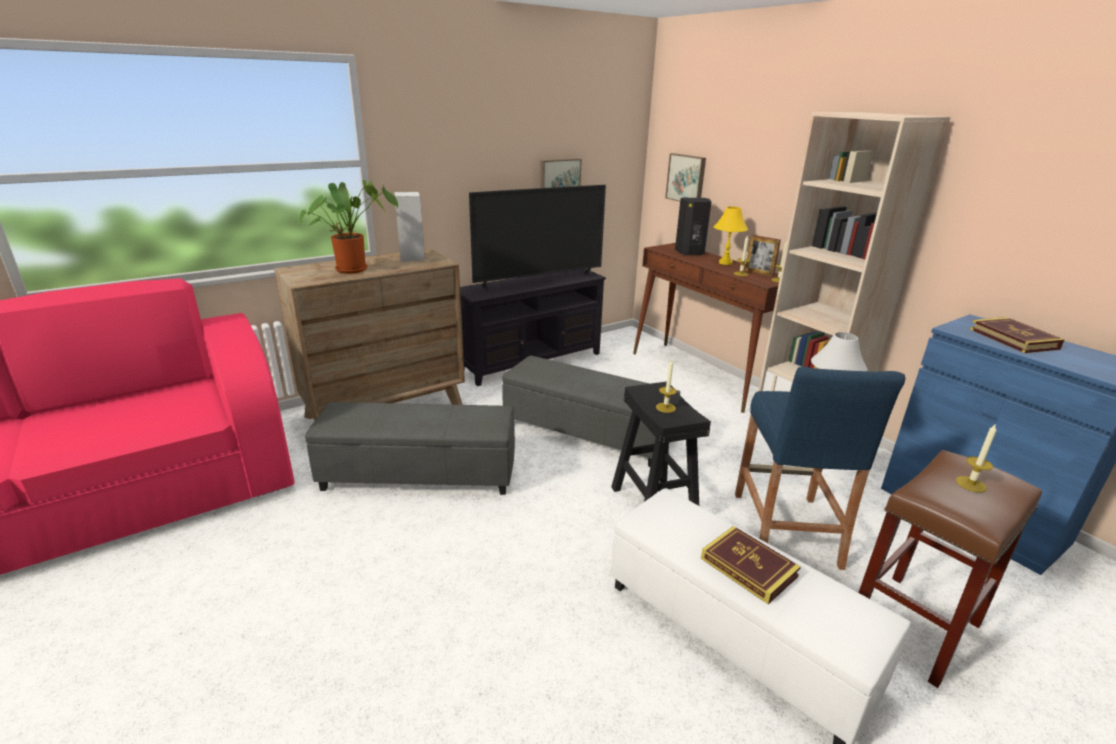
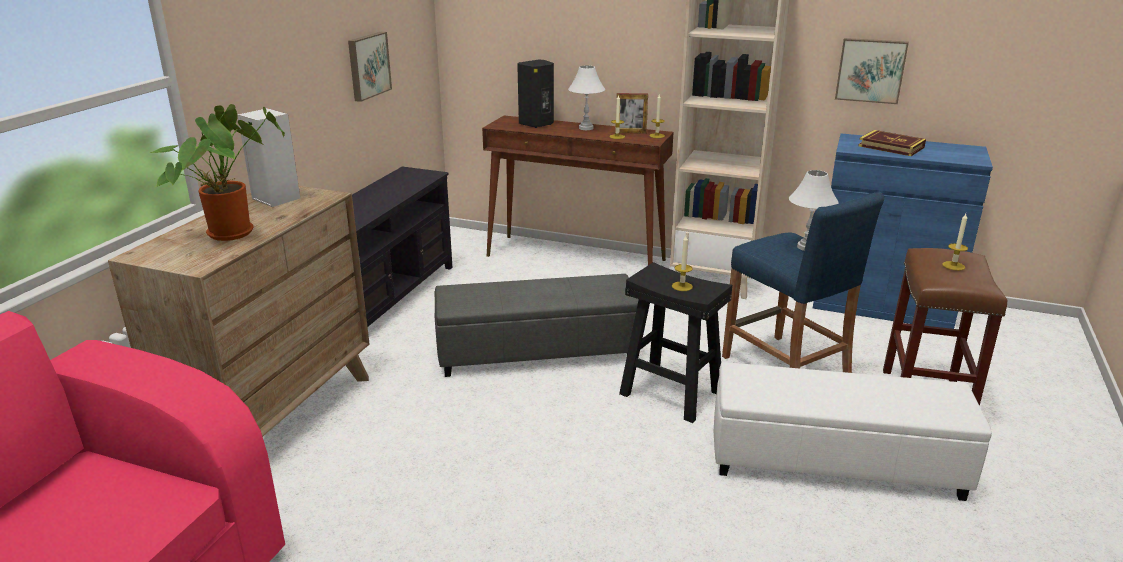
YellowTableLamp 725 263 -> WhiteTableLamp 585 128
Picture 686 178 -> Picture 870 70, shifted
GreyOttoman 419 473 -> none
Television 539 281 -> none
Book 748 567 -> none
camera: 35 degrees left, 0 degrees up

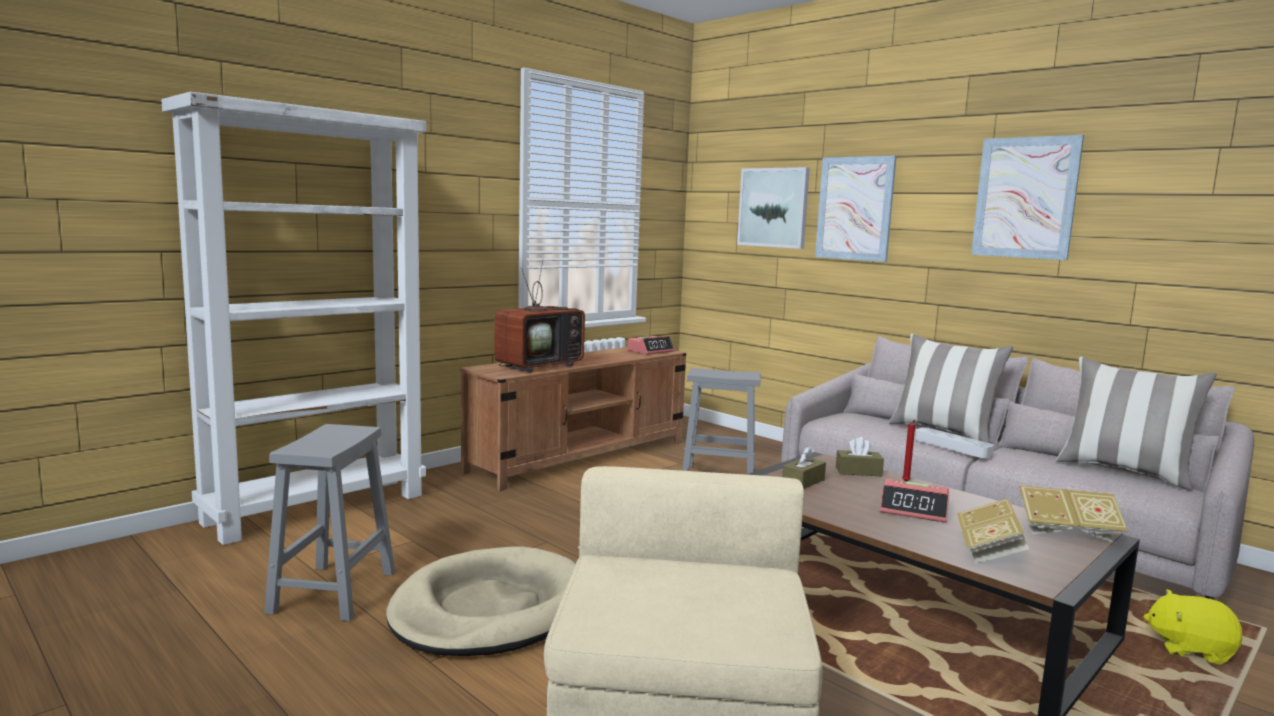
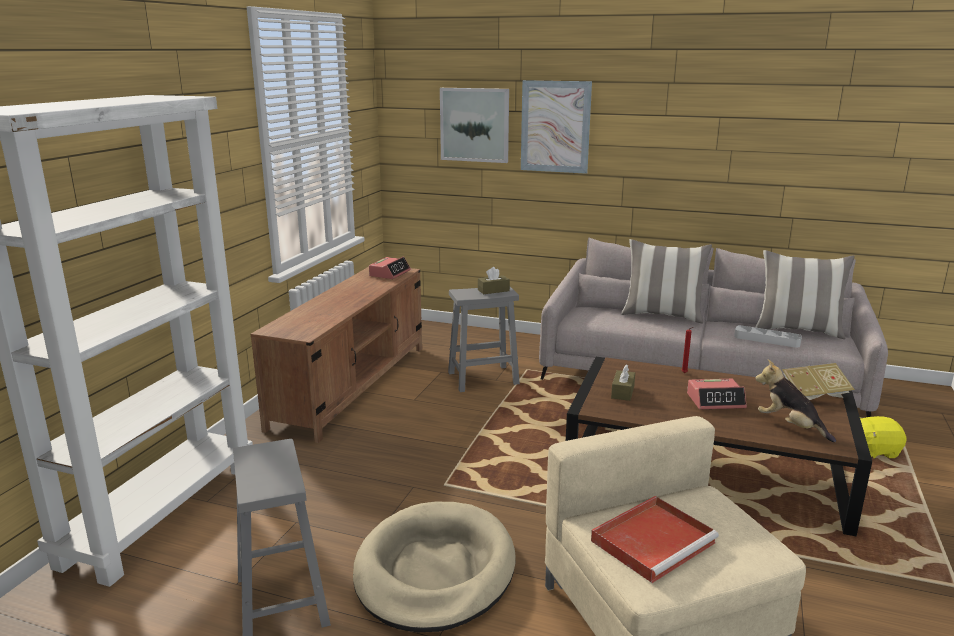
BrownTissueBox 858 471 -> BrownTissueBox 493 290, shifted
none -> RedTray 654 540
GreyTray 952 447 -> GreyTray 767 340, shifted
Book 988 550 -> PlushToy 790 426
Television 540 365 -> none
Picture 1025 198 -> none
camera: 25 degrees left, 10 degrees up

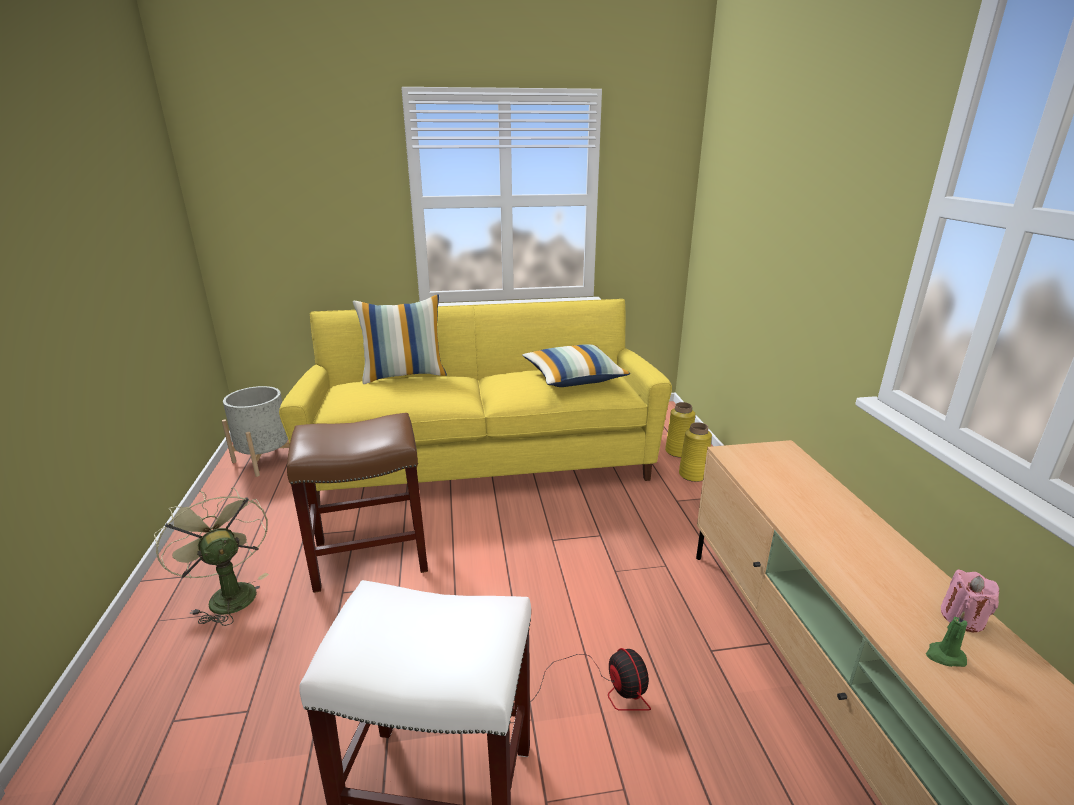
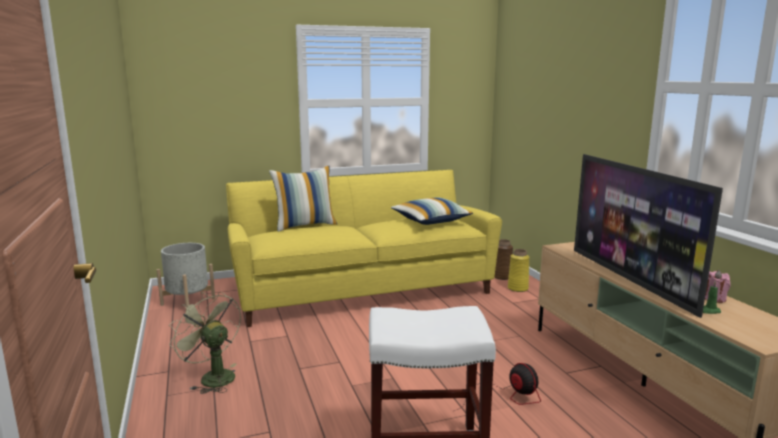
YellowVase 678 451 -> BrownVase 502 276
none -> Television 631 279
BrownStool 371 555 -> none
camera: 10 degrees left, 10 degrees down

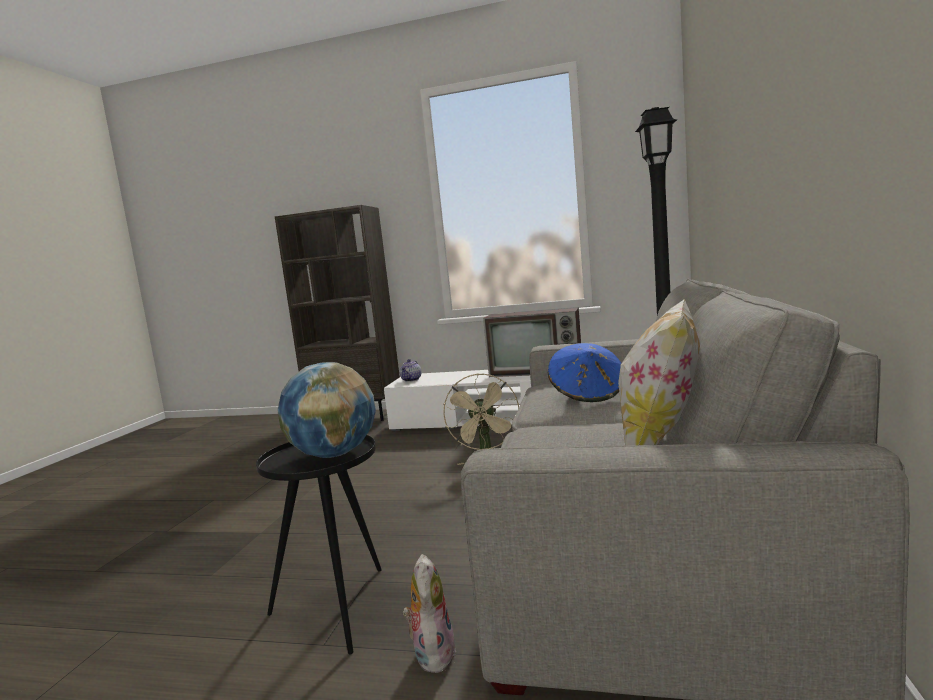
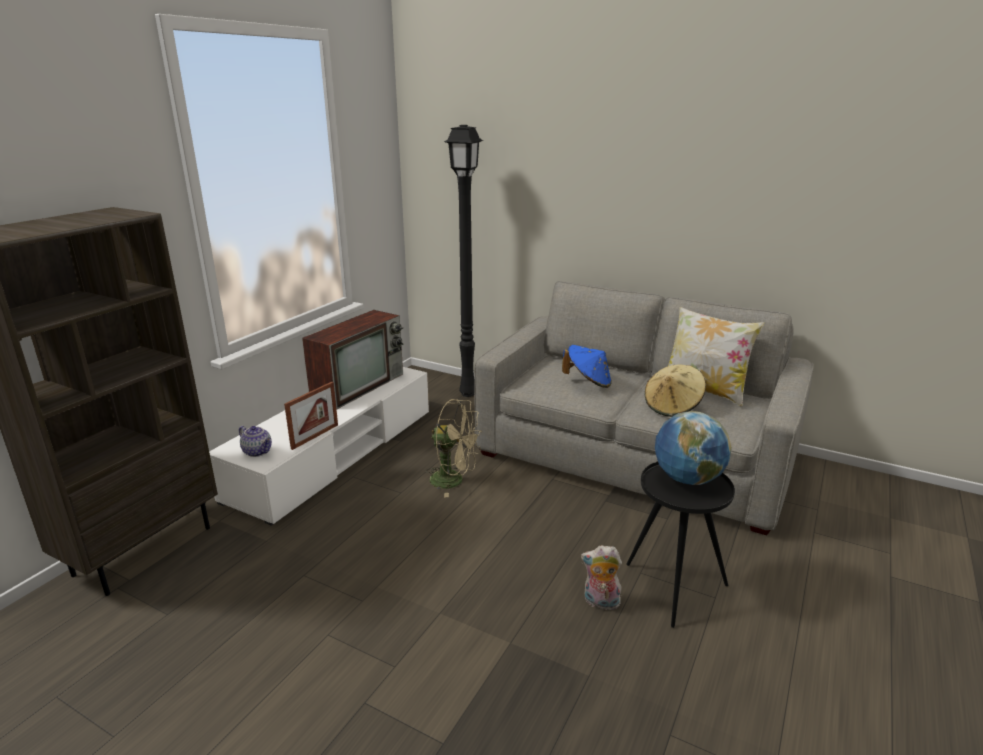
none -> PictureFrame 315 436
PlushToy 432 653 -> PlushToy 600 603, shifted
none -> BeigeHat 673 407
camera: 75 degrees left, 15 degrees up

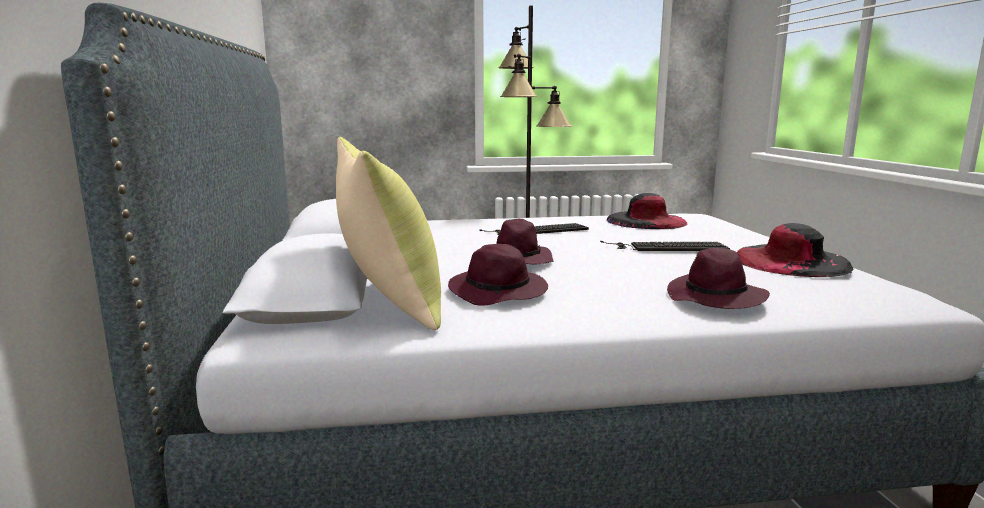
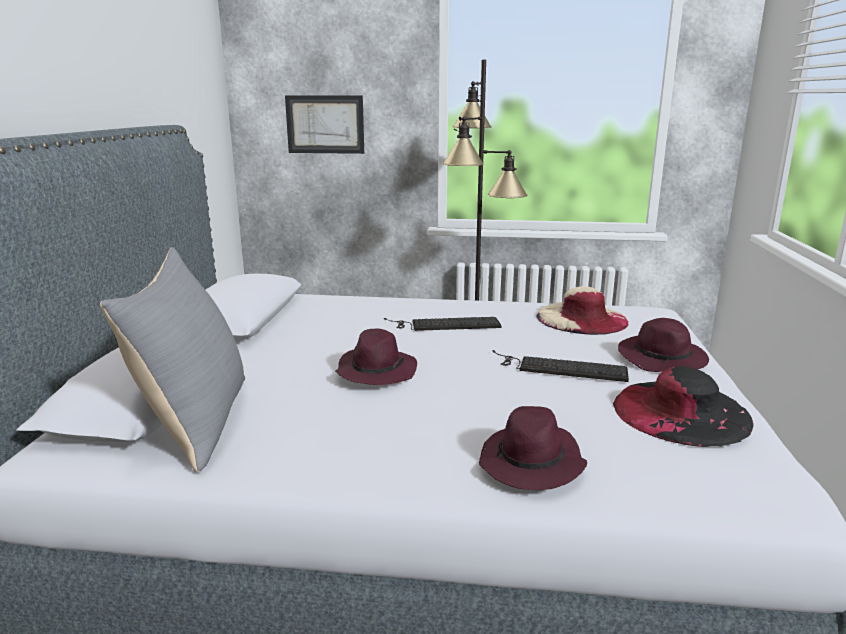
YellowPillow 388 302 -> GreyPillow 197 422
none -> Picture 325 124
BlackHat 646 221 -> BeigeHat 581 318
PurpleHat 499 292 -> PurpleHat 663 359, shifted
camera: 15 degrees right, 5 degrees up

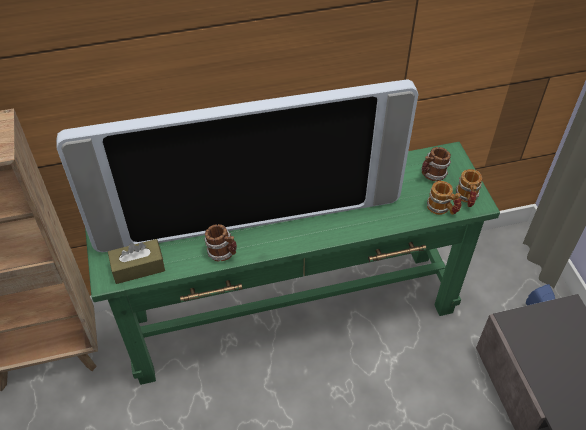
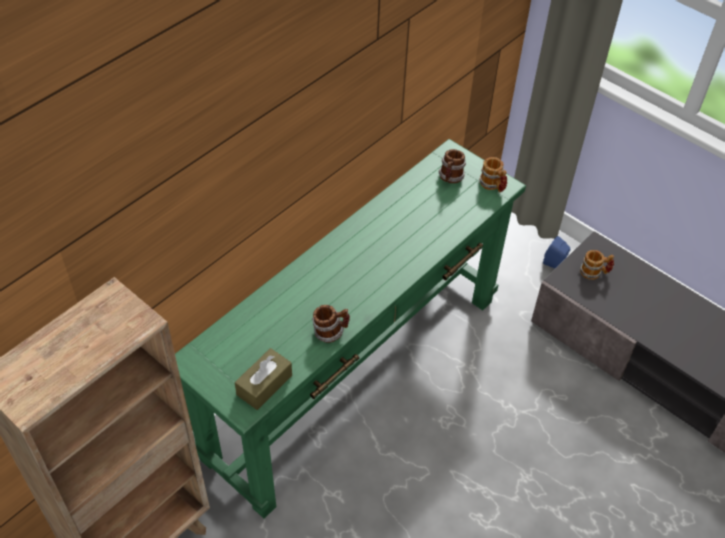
Mug 442 209 -> Mug 594 272, shifted
Television 249 215 -> none
camera: 35 degrees left, 0 degrees up

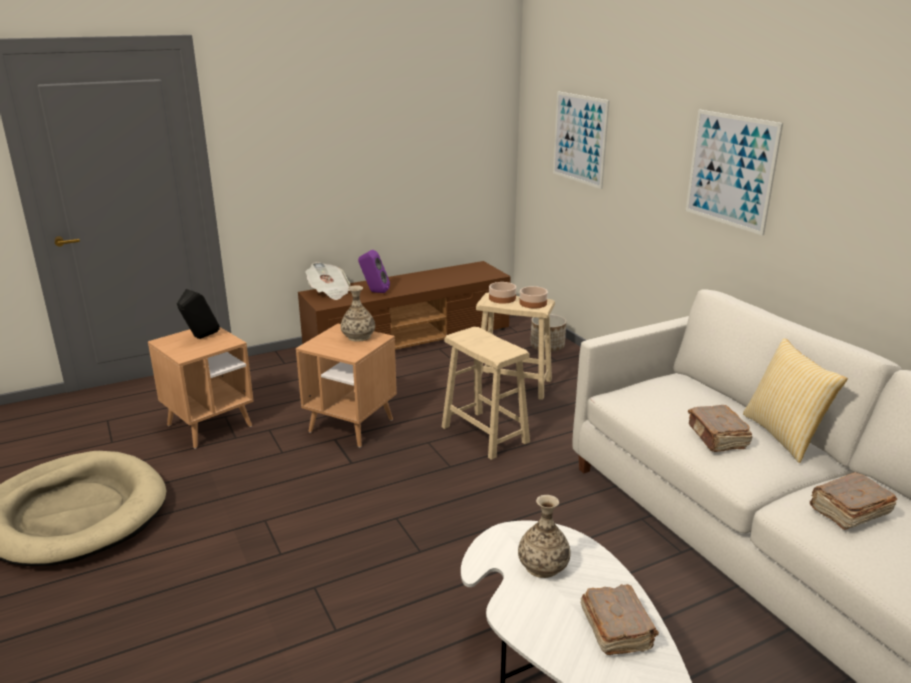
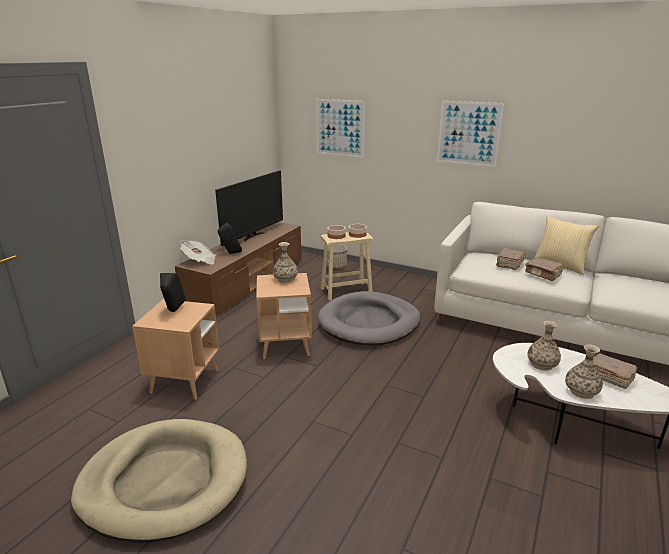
none -> Television 253 236
PurpleSpeaker 374 292 -> BlackSpeaker 231 253
BeigeStool 485 434 -> GreyDogBed 369 322
BrownBook 848 511 -> BrownBook 509 264, shifted
none -> Vase 581 391
camera: 35 degrees left, 0 degrees up

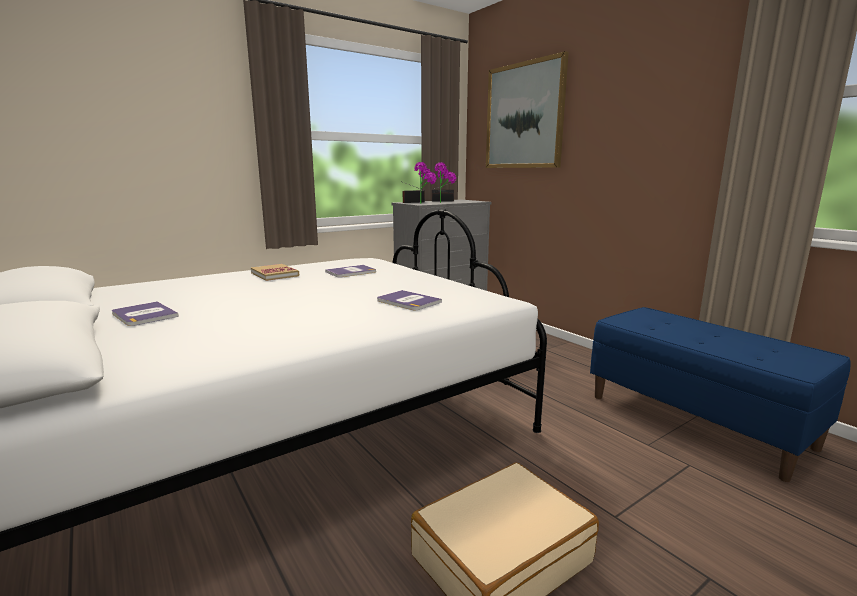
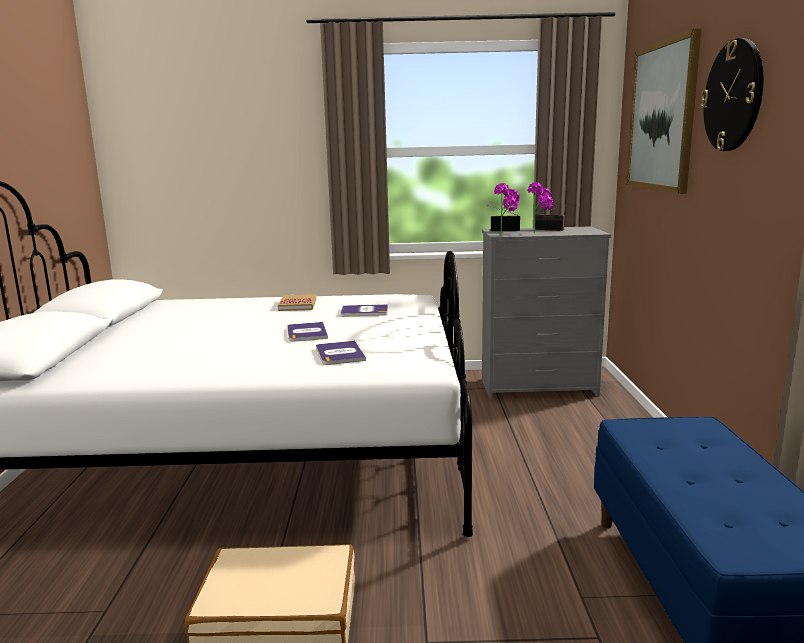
Book 144 315 -> Book 307 333, shifted
none -> WallClock 733 96
camera: 35 degrees right, 0 degrees up

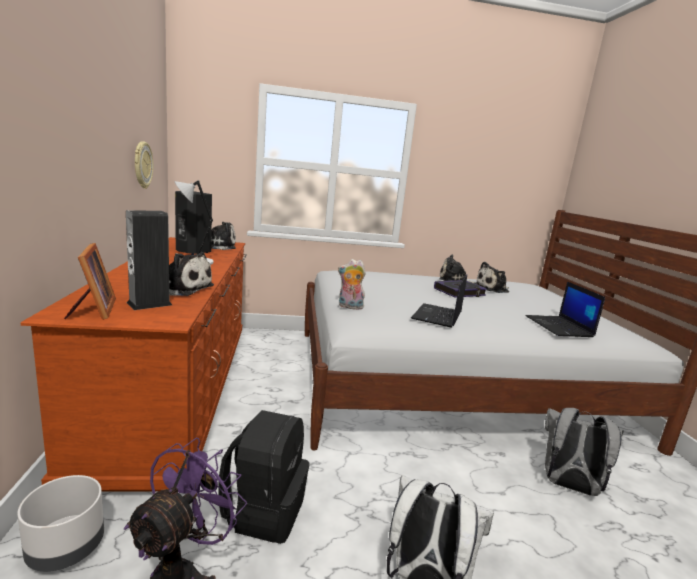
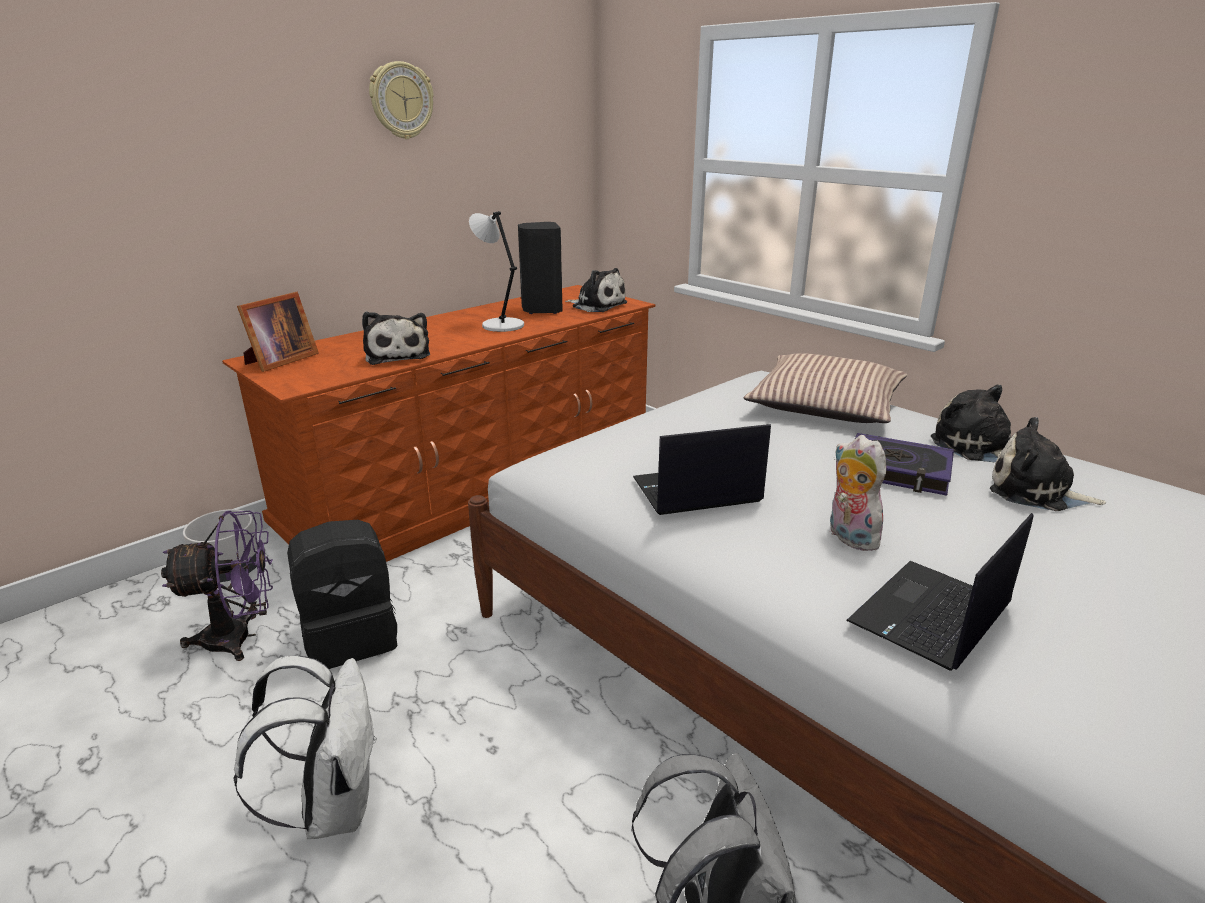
WallClock 142 165 -> WallClock 401 101, shifted
none -> Pillow 825 405
PlushToy 349 307 -> PlushToy 848 537, shifted
Speaker 149 304 -> none
camera: 55 degrees right, 10 degrees up

